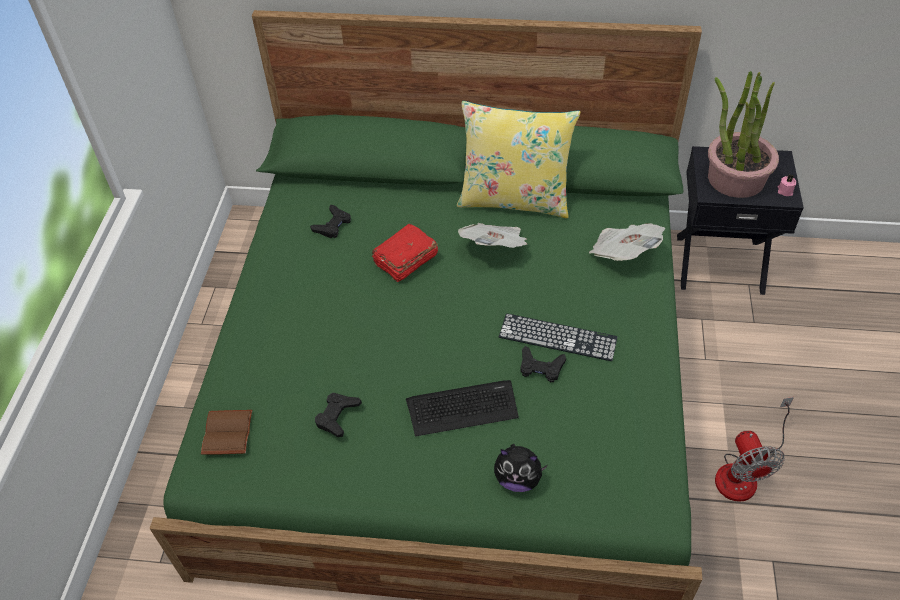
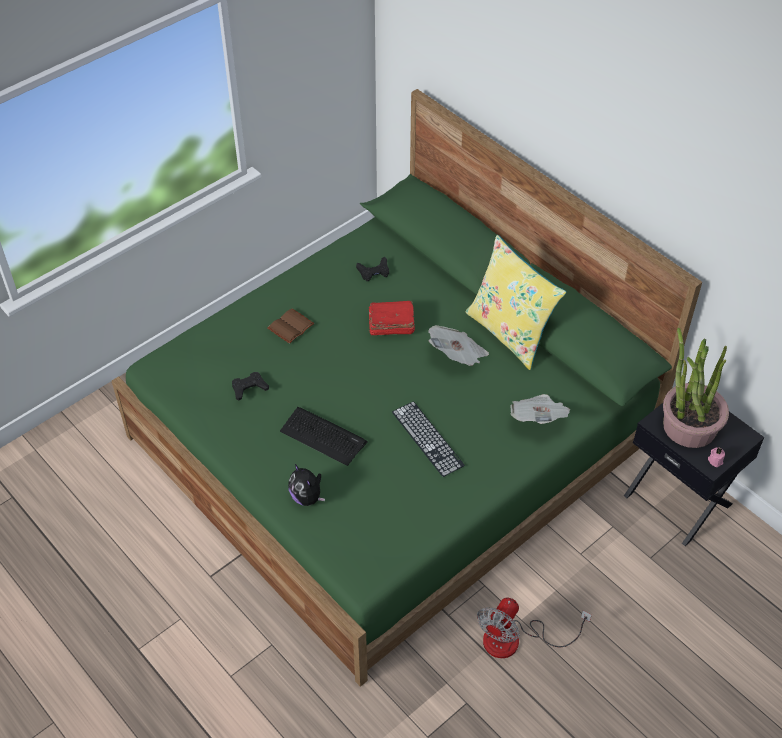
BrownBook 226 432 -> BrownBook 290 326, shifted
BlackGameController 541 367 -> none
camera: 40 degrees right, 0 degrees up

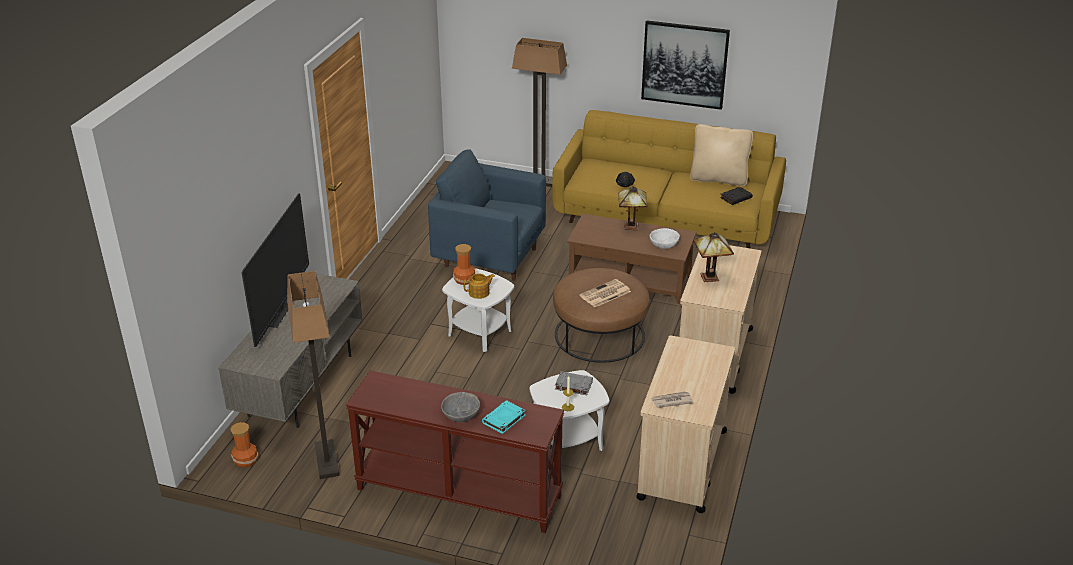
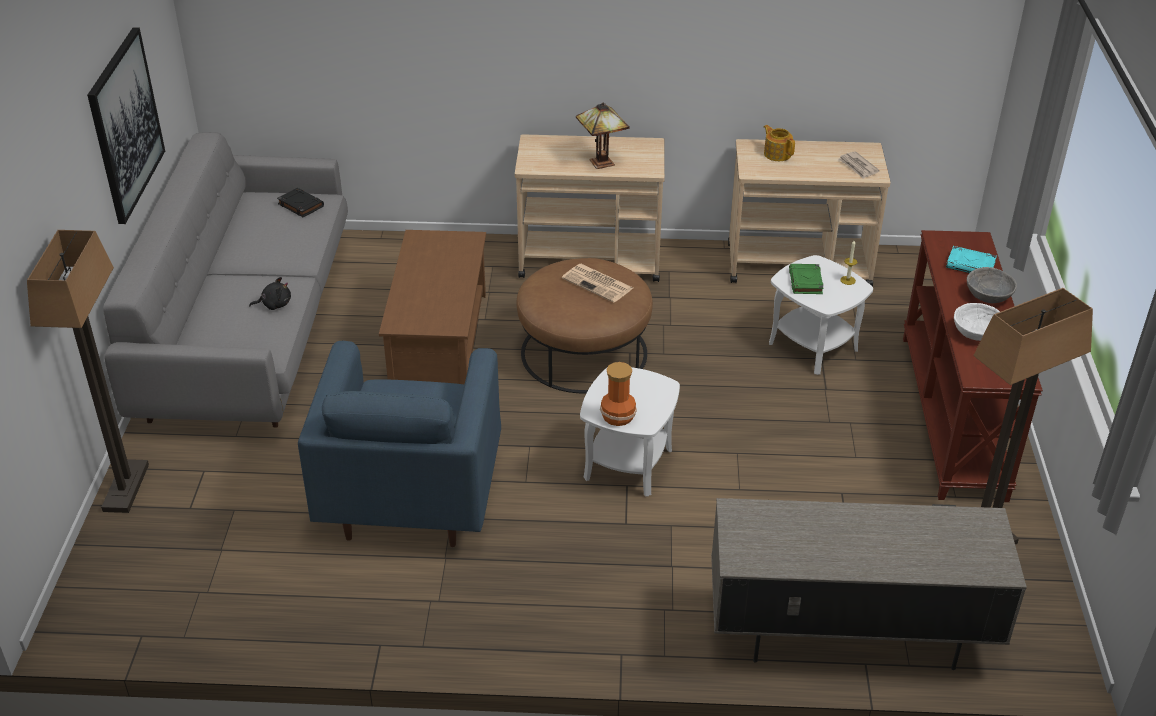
YellowSofa 666 218 -> GreySofa 250 329
Teapot 479 293 -> Teapot 777 154, shifted
GreyBook 573 385 -> GreenBook 806 282
WhiteBowl 664 245 -> WhiteBowl 976 332, shifted
Vase 245 460 -> none
Television 282 309 -> none
TableLamp 632 227 -> none
BeigePillow 718 179 -> none
camera: 105 degrees left, 5 degrees up

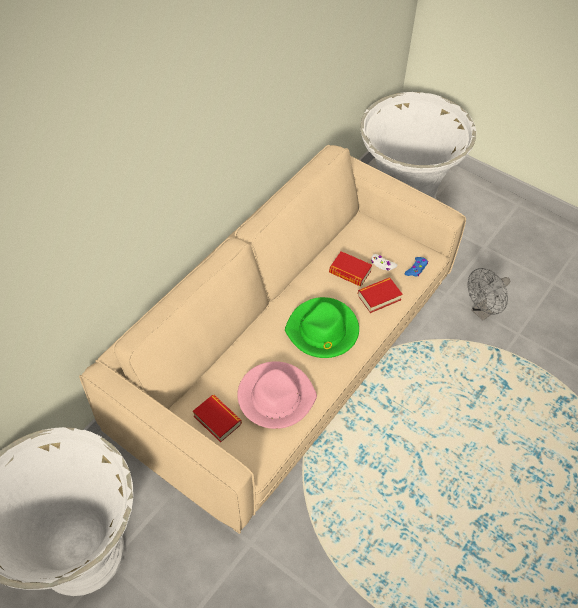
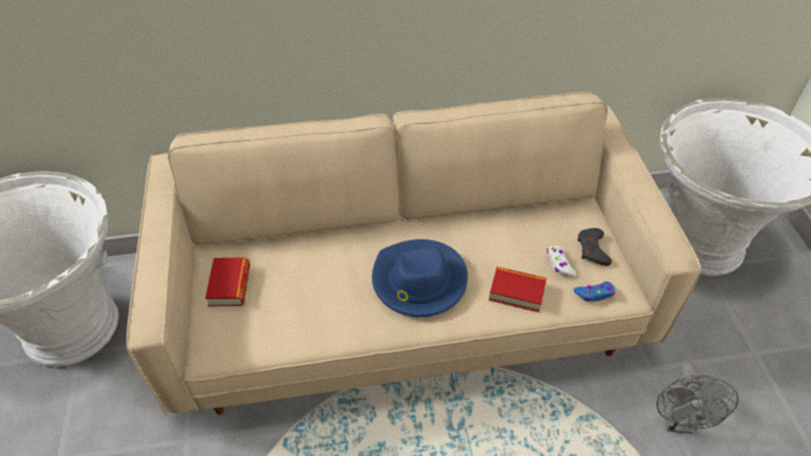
GreenHat 322 331 -> BlueHat 418 281
none -> GreyGameController 592 249
GreyFan 483 312 -> GreyFan 678 421, 90 degrees counterclockwise
PinkHat 275 396 -> none
Book 350 272 -> none
camera: 45 degrees right, 5 degrees down

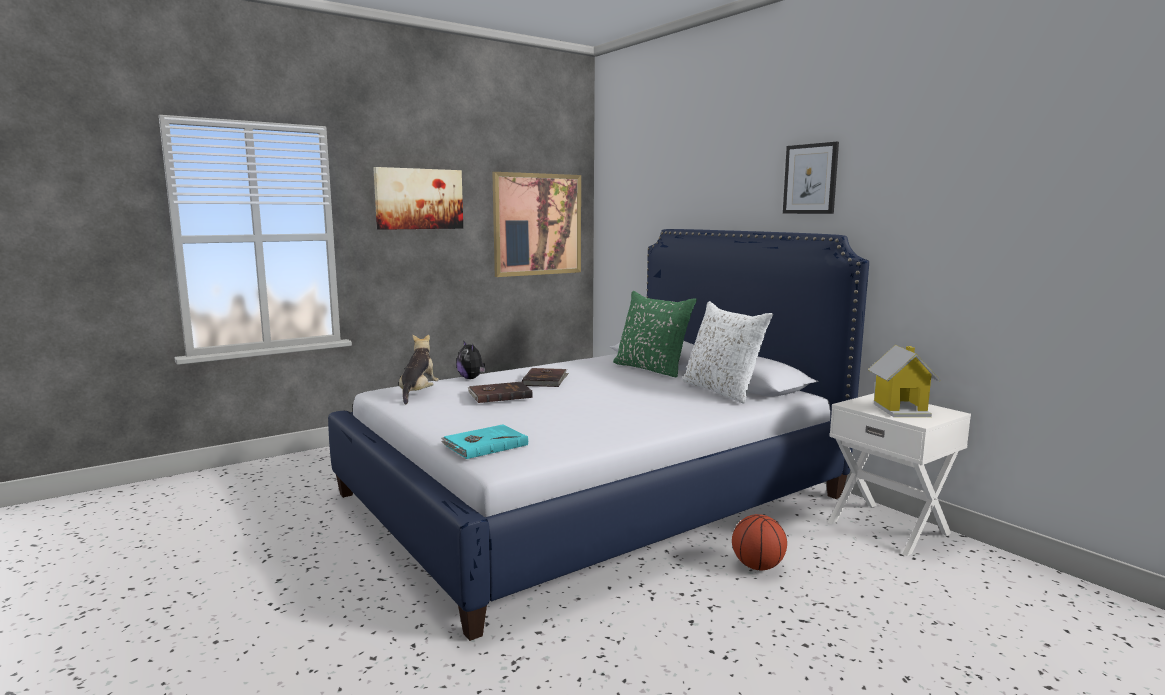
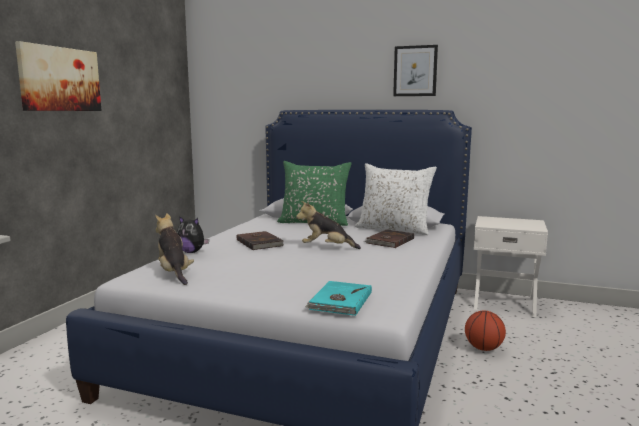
none -> PlushToy 326 248
BrownBook 499 395 -> BrownBook 389 241, shifted
Picture 537 224 -> none
ToyHouse 901 409 -> none
camera: 35 degrees left, 0 degrees up

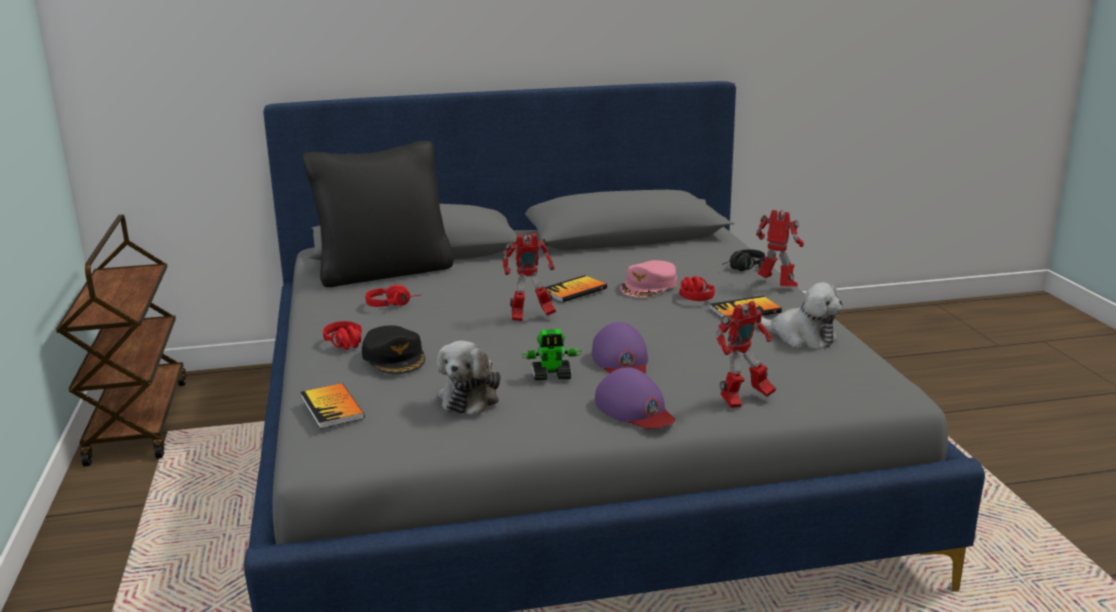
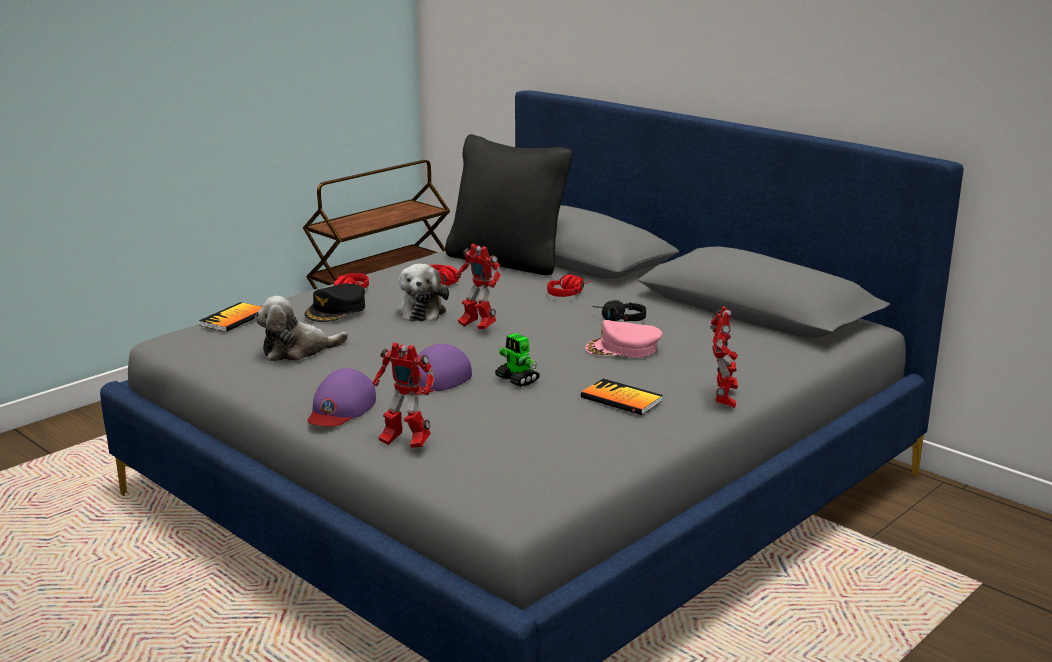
PlushToy 800 337 -> PlushToy 421 311, shifted
ToyRobot 552 376 -> ToyRobot 517 380, shifted
RedHeadphones 693 296 -> RedHeadphones 569 293, shifted
BlackHeadphones 743 268 -> BlackHeadphones 618 320, shifted
Book 574 291 -> none
camera: 55 degrees right, 0 degrees up

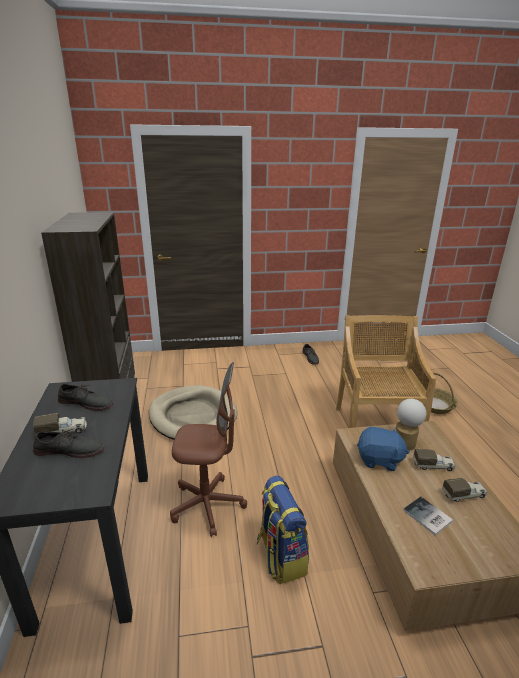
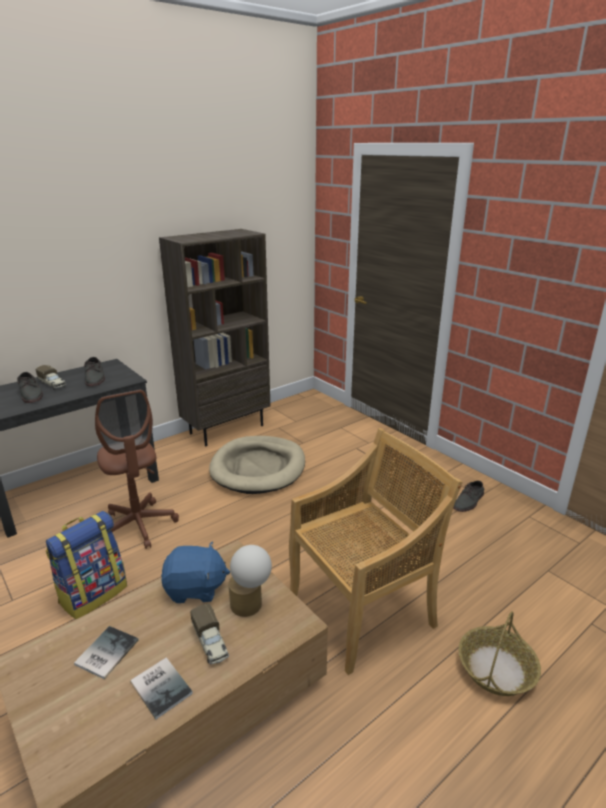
ToyTruck 464 495 -> Book 162 686
BluePlushToy 379 460 -> BluePlushToy 195 589, 75 degrees counterclockwise
camera: 60 degrees right, 0 degrees up

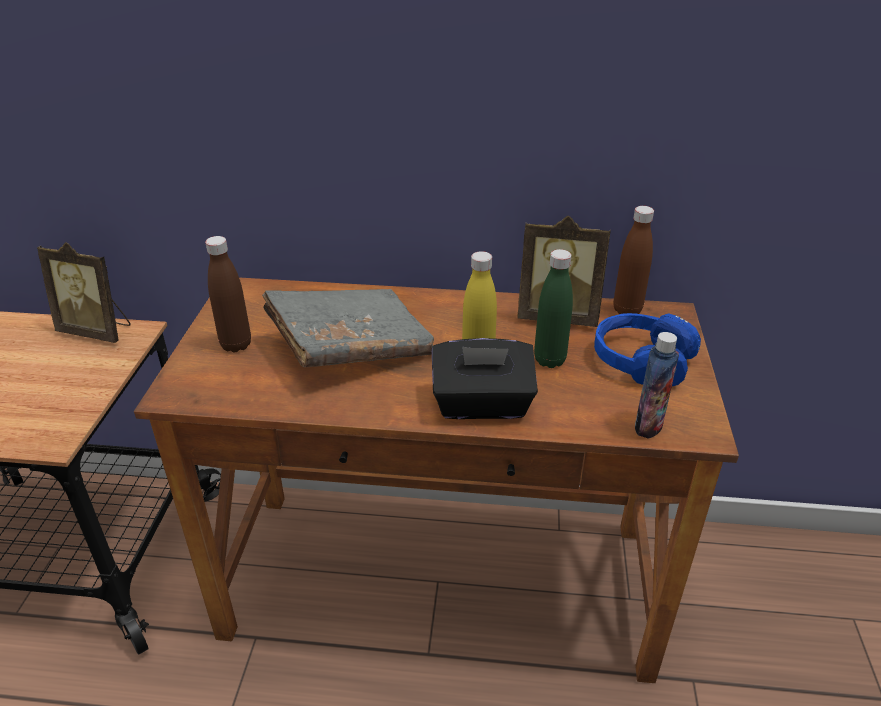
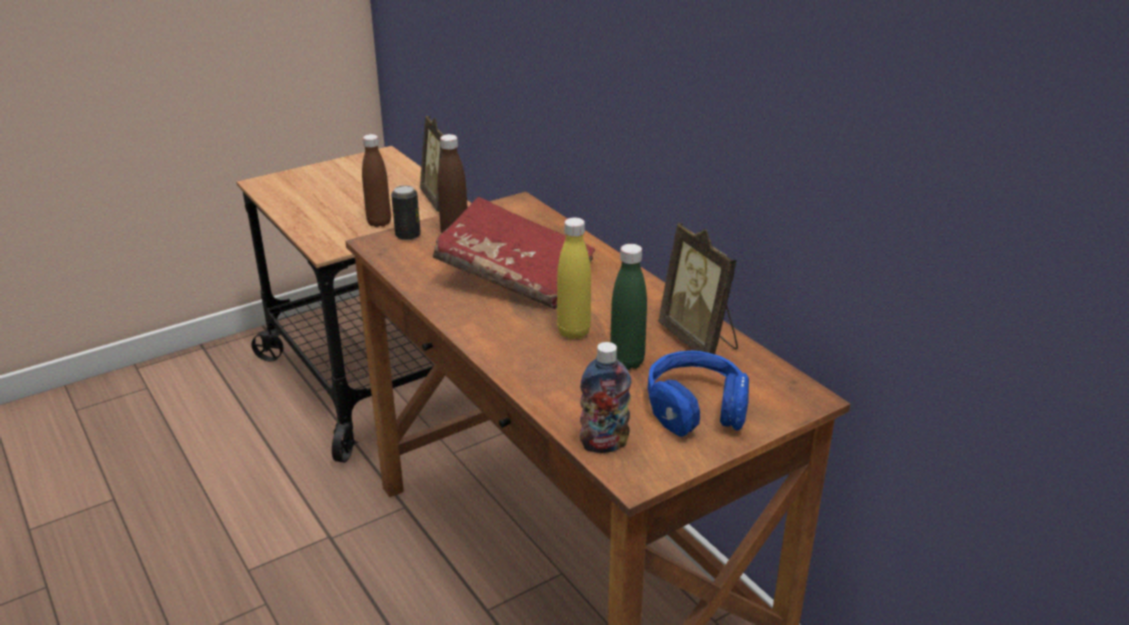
BrownBottle 627 310 -> BrownBottle 379 223, shifted
none -> Can 408 235
GreyBook 351 347 -> RedBook 515 274
BlackTissueBox 482 405 -> none
camera: 50 degrees right, 5 degrees down

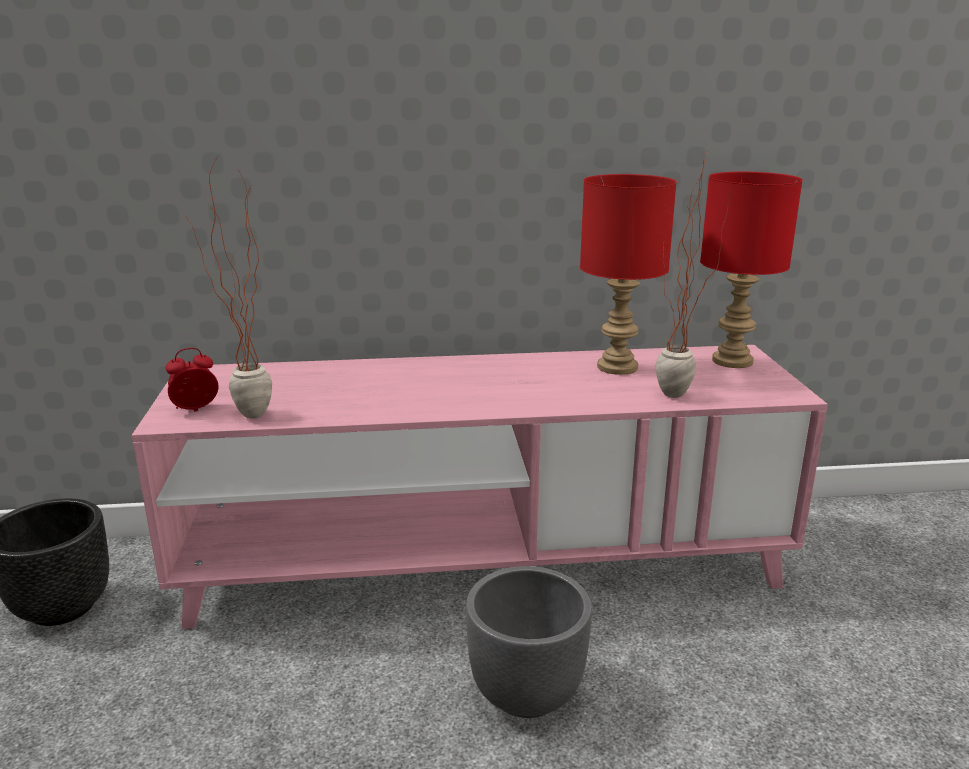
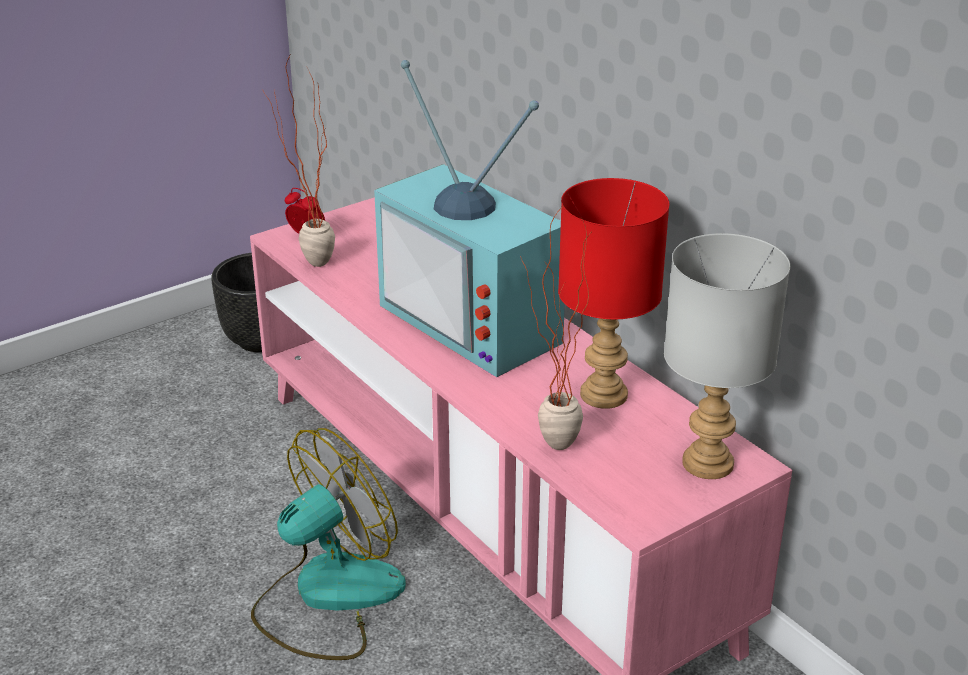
GreyPlanter 524 693 -> Fan 327 596
none -> Television 479 321
RedTableLamp 734 361 -> GreyTableLamp 708 465
camera: 60 degrees right, 10 degrees up

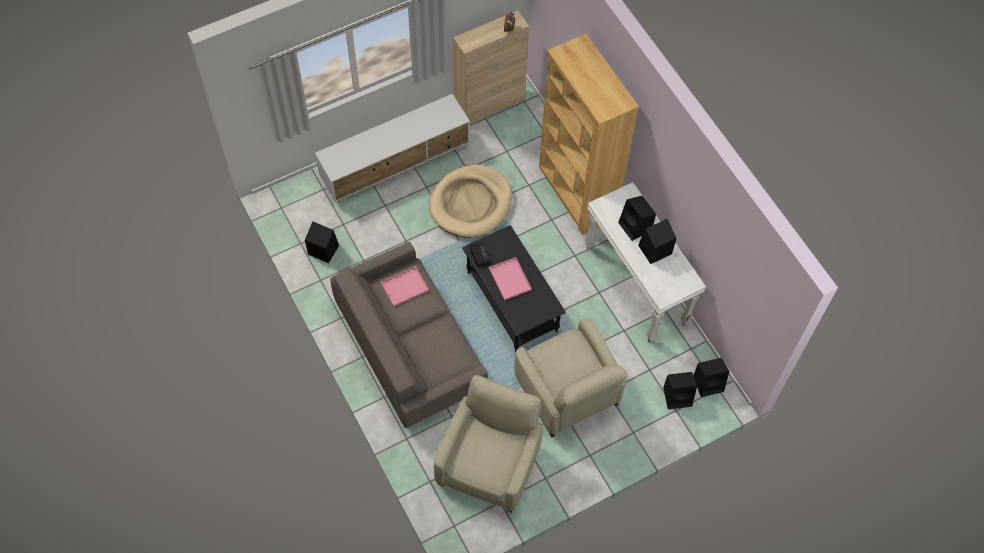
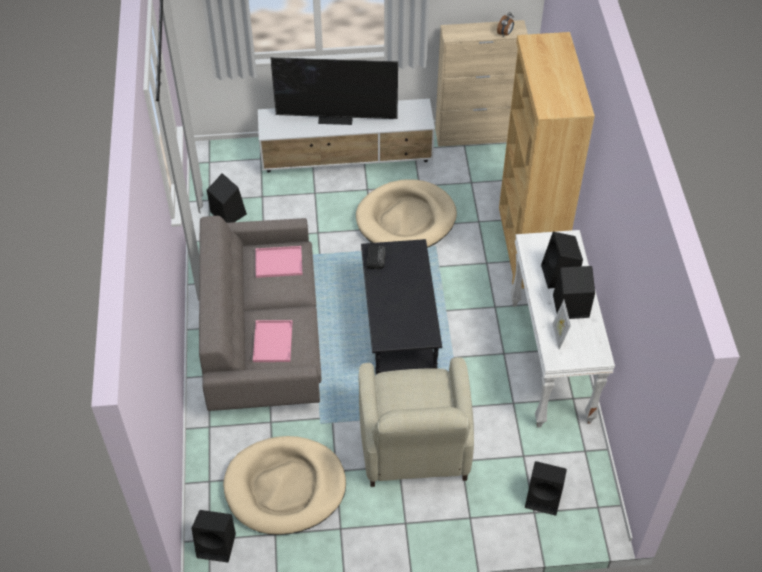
BlackSpeaker 709 383 -> BlackSpeaker 217 545, shifted
BeigeArmchair 489 463 -> BeigeDogBed 285 487
PinkTray 509 278 -> PinkTray 272 341, shifted
none -> Television 336 117
none -> PictureFrame 559 336
camera: 25 degrees right, 10 degrees down

